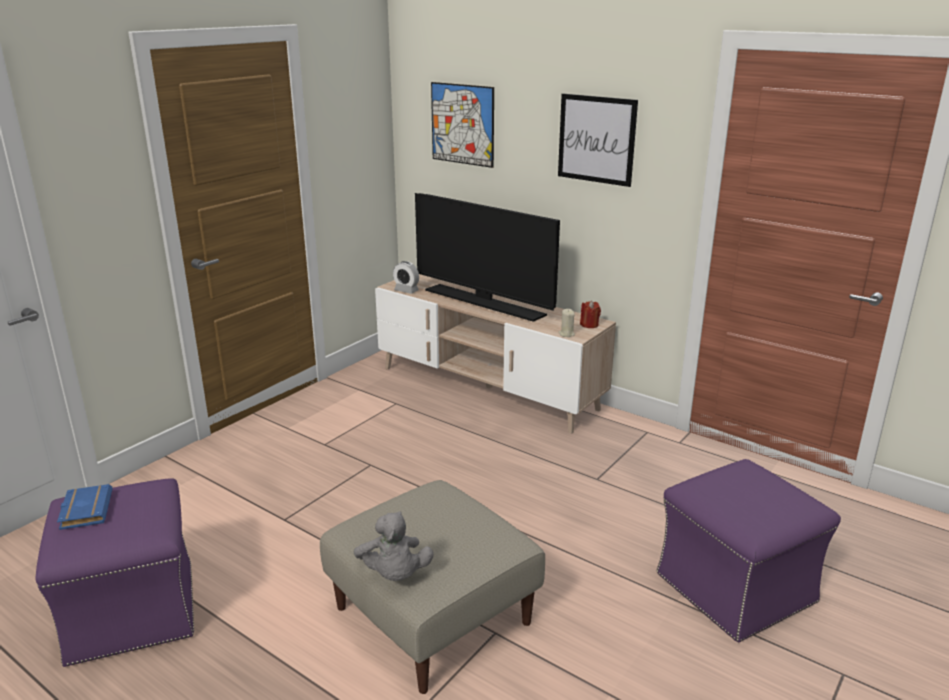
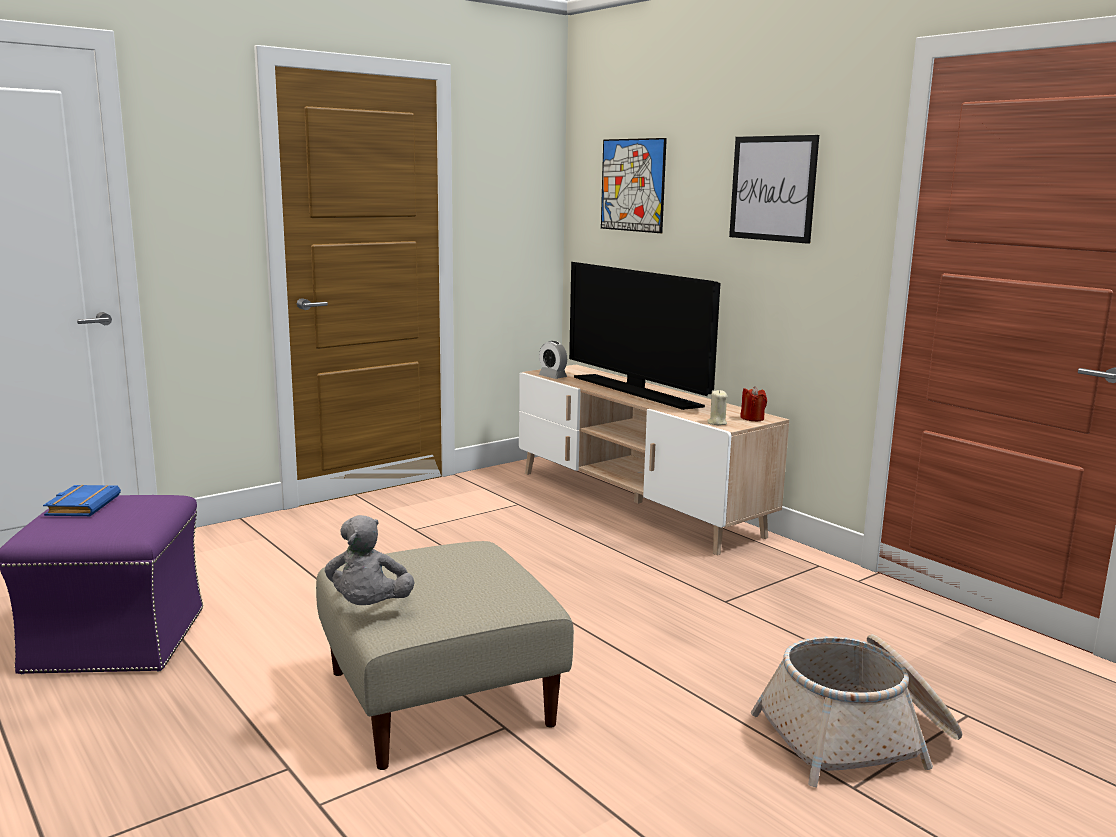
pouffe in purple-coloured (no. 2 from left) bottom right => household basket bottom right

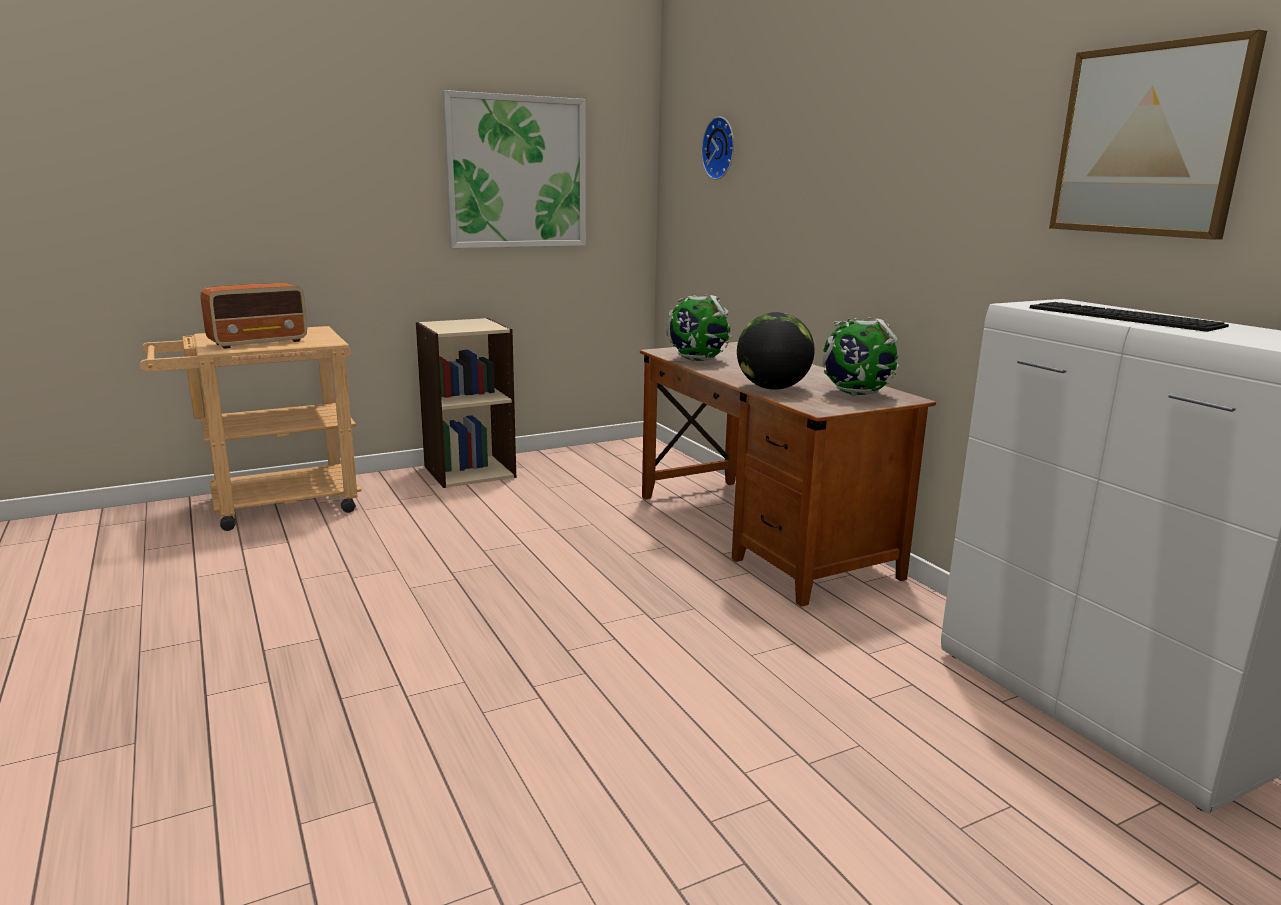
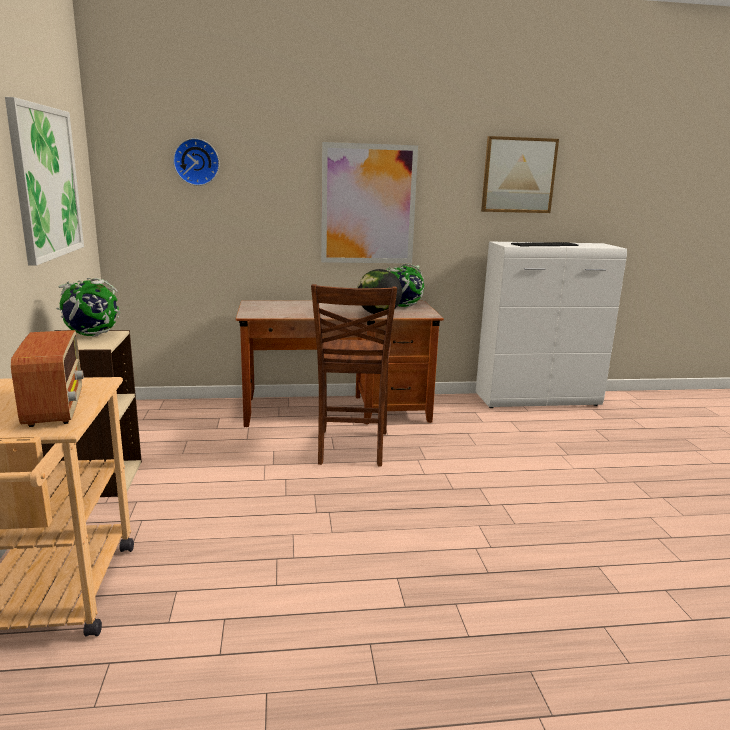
nothing => plain chair in brown centre
nothing => wall art (no. 2 from left) top centre
globe (no. 1 from left) centre => globe (no. 1 from left) middle left, relocated

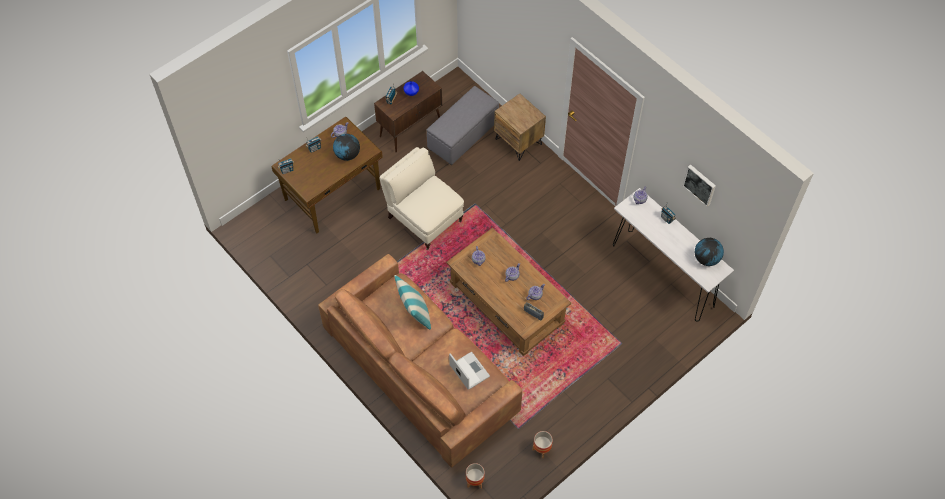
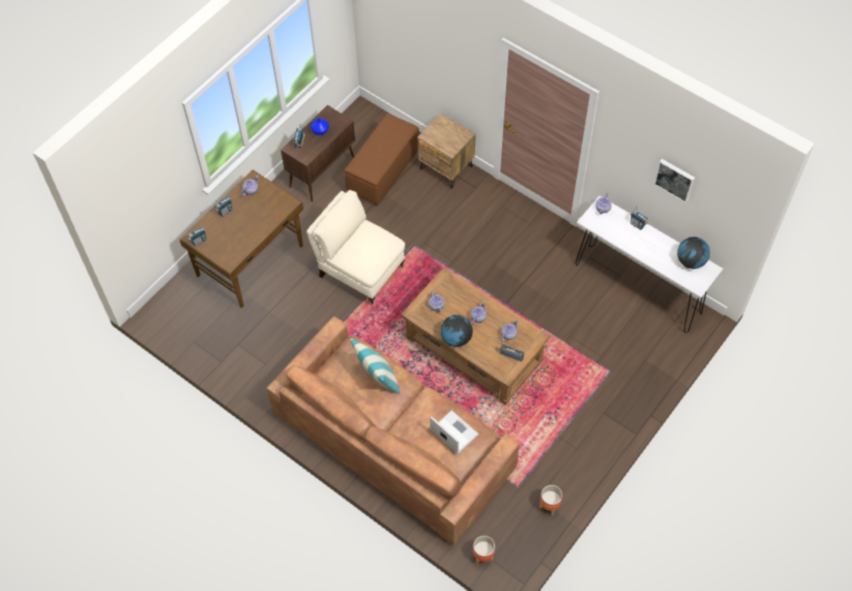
globe (no. 1 from left) top centre => globe (no. 1 from left) centre, relocated
pouffe in greyish top centre => pouffe in brown top centre

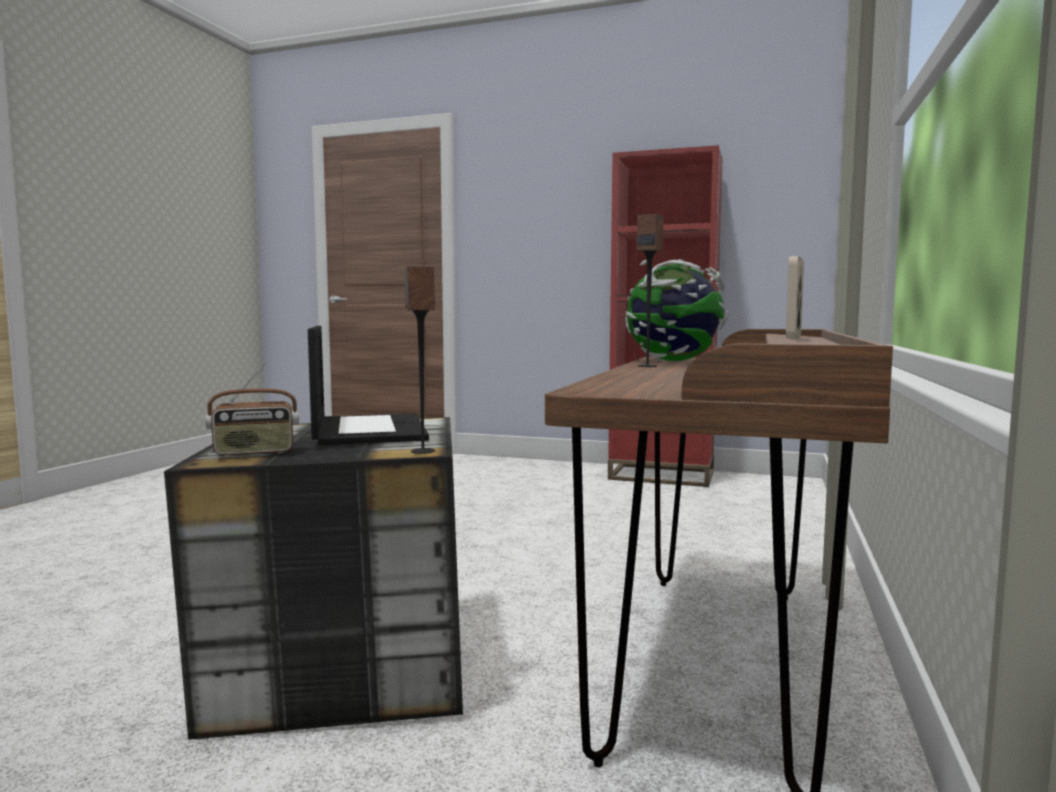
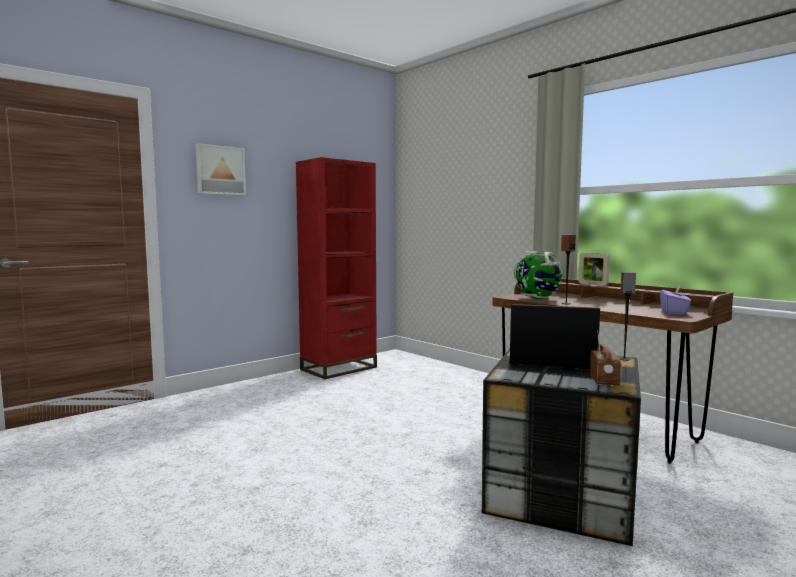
nothing => wall art top left
nothing => box of tissues in purple-coloured middle right

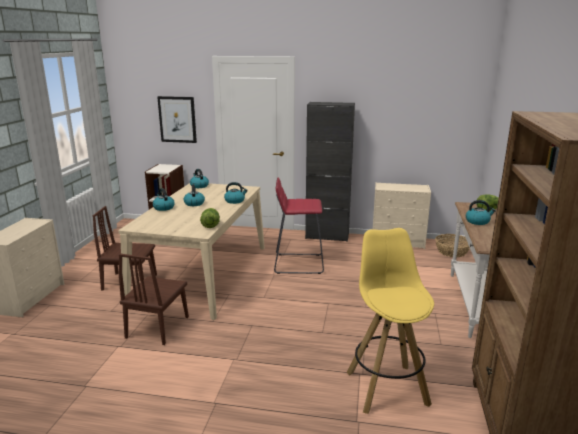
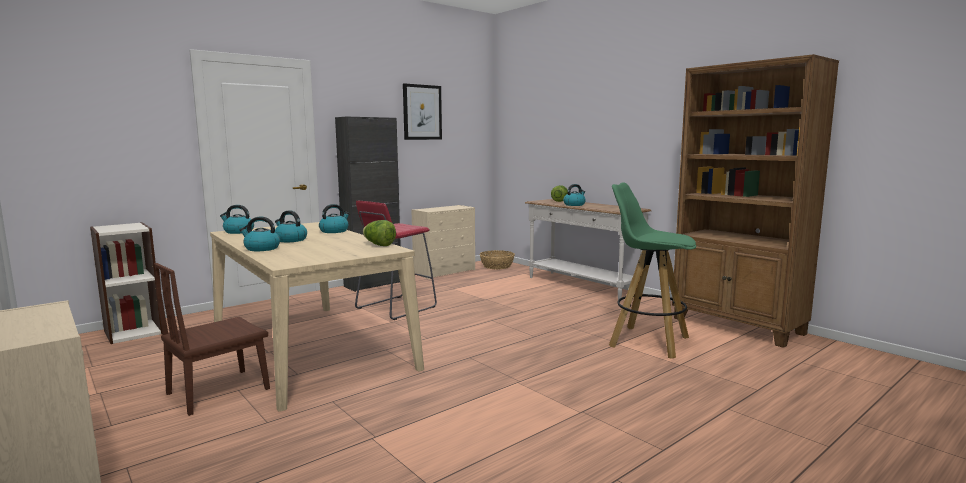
plain chair in brown (no. 2 from left) bottom left => nothing
wall art top left => wall art top centre, relocated
stool seat in yellowish bottom right => stool seat in greenish middle right

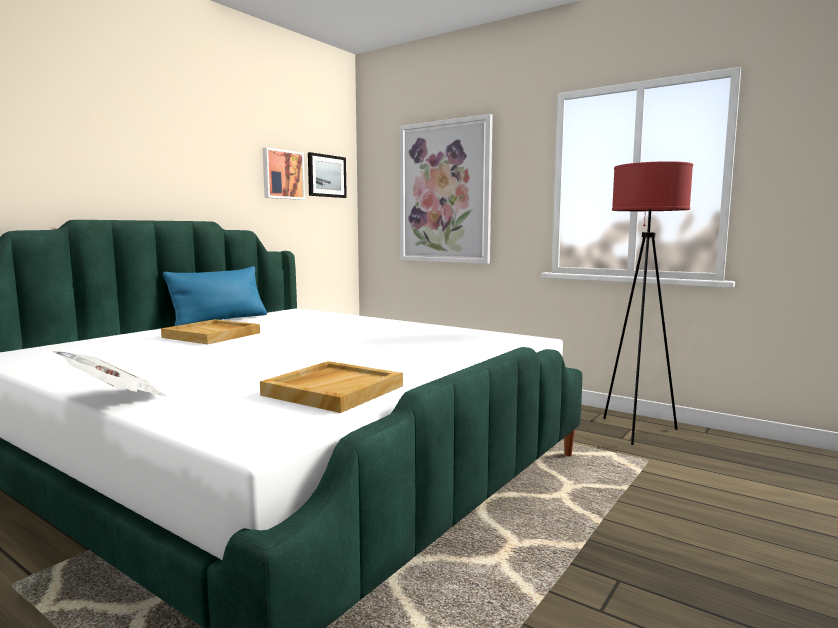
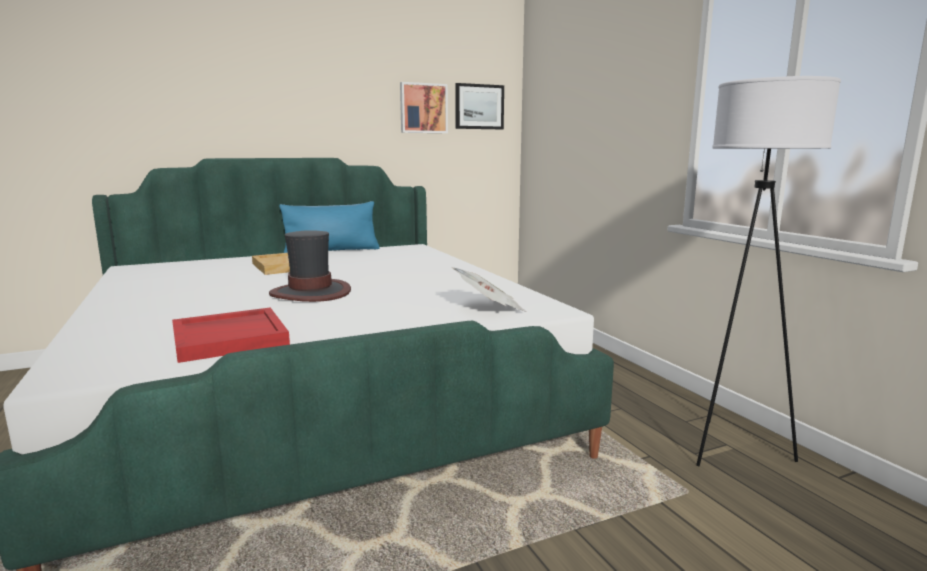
wall art (no. 3 from left) top centre => nothing
nothing => clothing hat centre
newspaper middle left => newspaper centre, relocated
carrying tray in sand-coloured (no. 2 from left) centre => carrying tray in red-coloured middle left
standing lamp in red-coloured middle right => standing lamp in white middle right

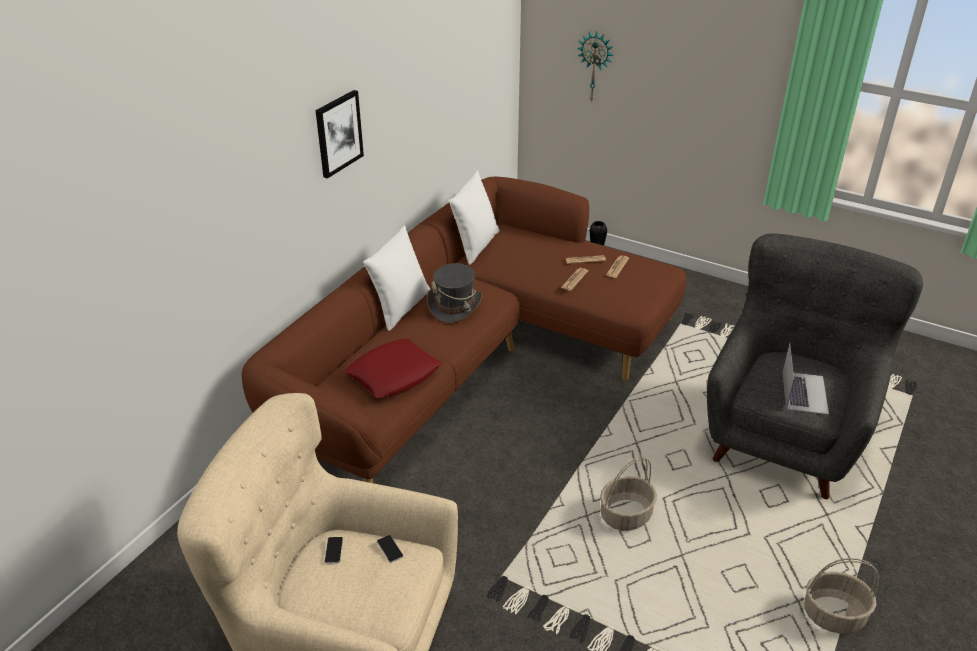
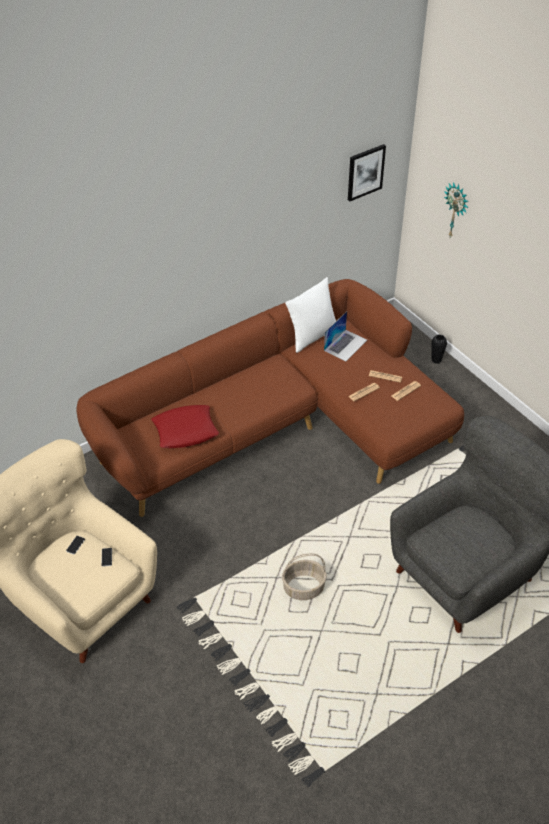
pillow in white (no. 1 from left) centre => nothing
clothing hat in greyish centre => nothing
household basket (no. 2 from left) bottom right => nothing
wall art top centre => wall art top right, relocated
notebook computer middle right => notebook computer centre, relocated

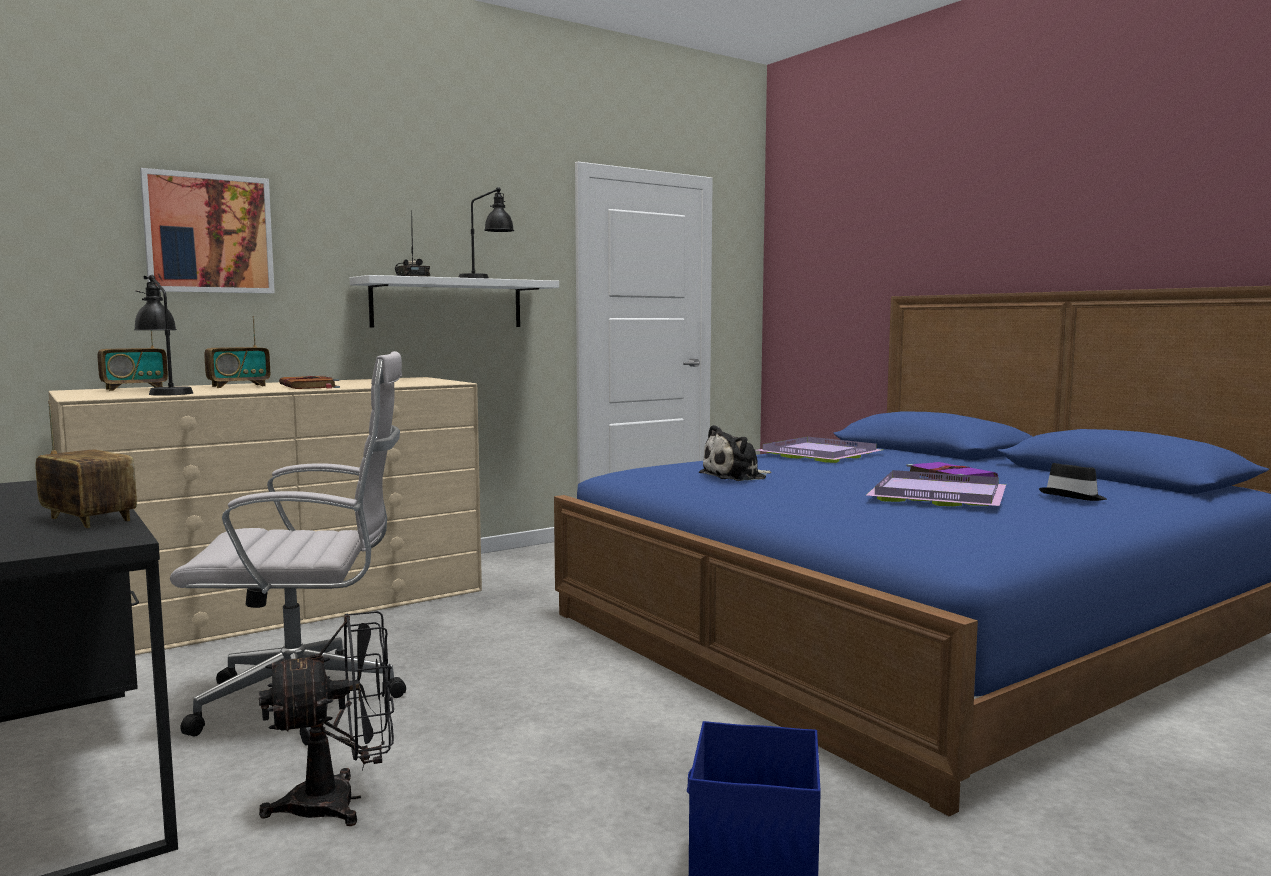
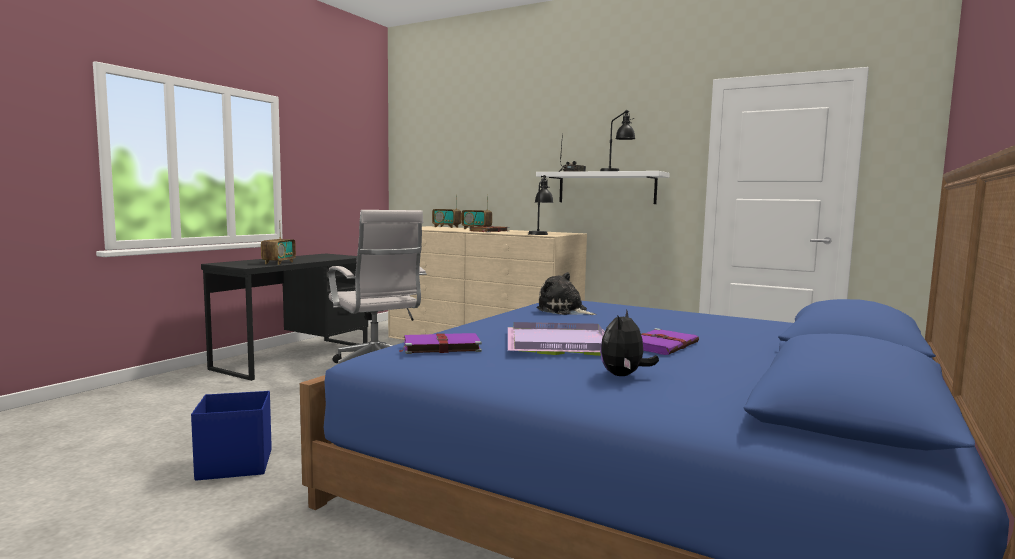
wall art top left => nothing
cooling fan in blackish bottom left => nothing
carrying tray in purple-coloured (no. 1 from left) centre => nothing
nothing => bound book in purple-coloured (no. 1 from left) centre
tabletop lamp in blackish (no. 1 from left) middle left => tabletop lamp in blackish (no. 1 from left) centre, relocated
clothing hat in blackish middle right => cuddly toy (no. 2 from left) centre

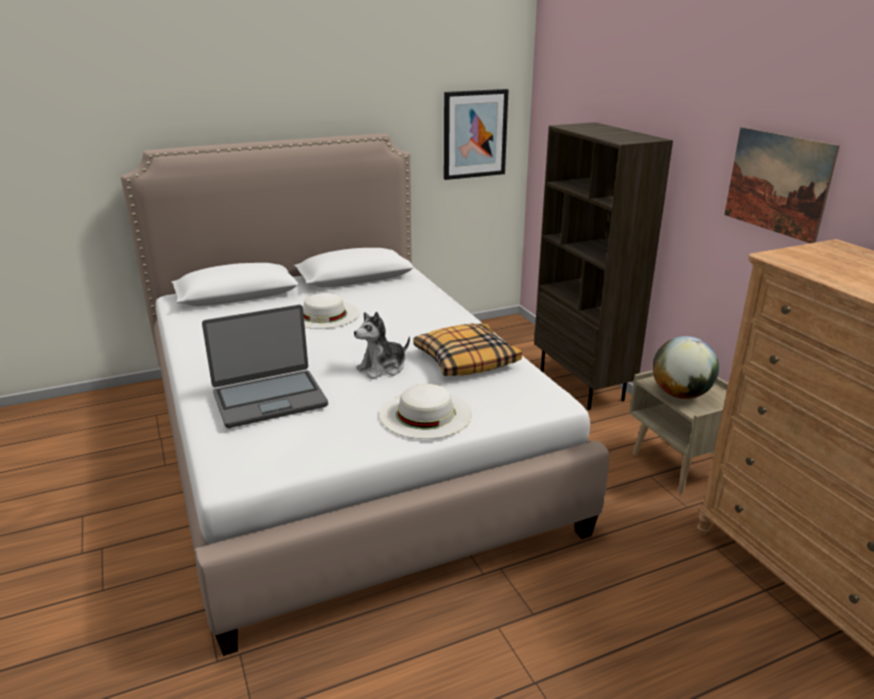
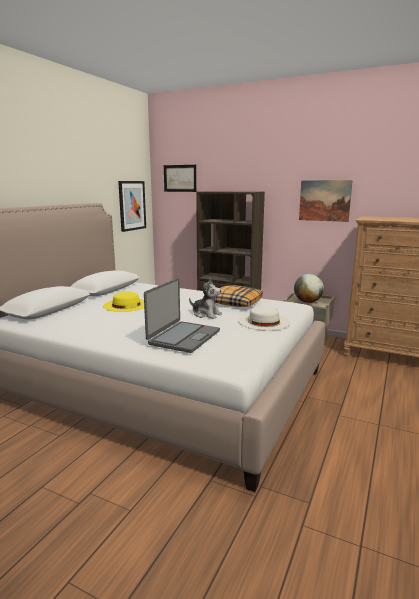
nothing => wall art (no. 2 from left) top centre
clothing hat in white (no. 1 from left) centre => clothing hat in yellowish middle left
cuddly toy centre, 75 degrees counterclockwise

